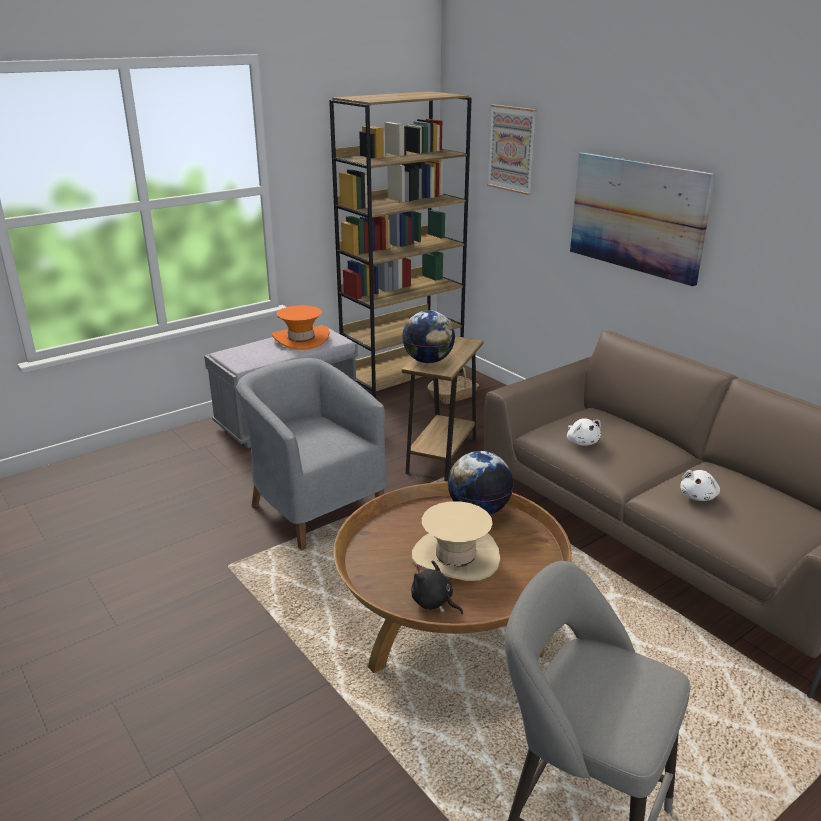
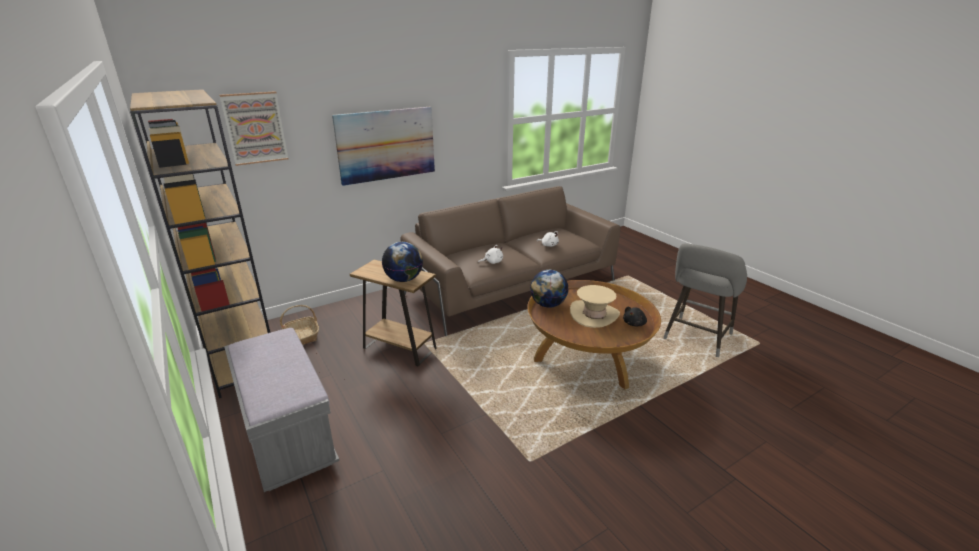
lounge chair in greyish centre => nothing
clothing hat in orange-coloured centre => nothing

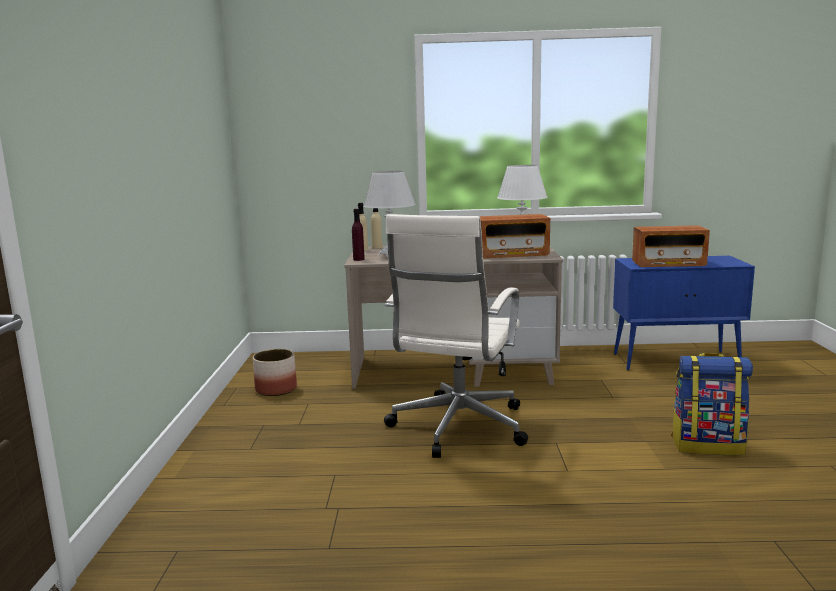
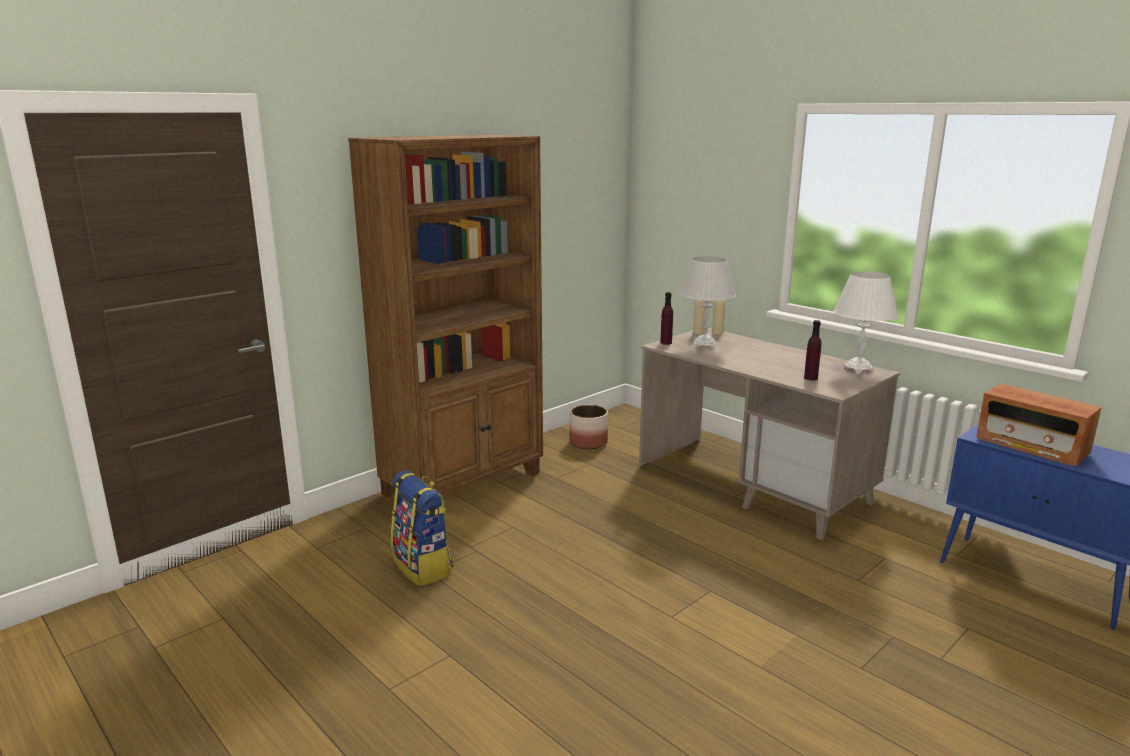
computer chair in white centre => nothing
nothing => shelving unit in brown centre
backpack bottom right => backpack bottom centre, relocated
radio (no. 1 from left) centre => bottle in purple-coloured (no. 2 from left) middle right

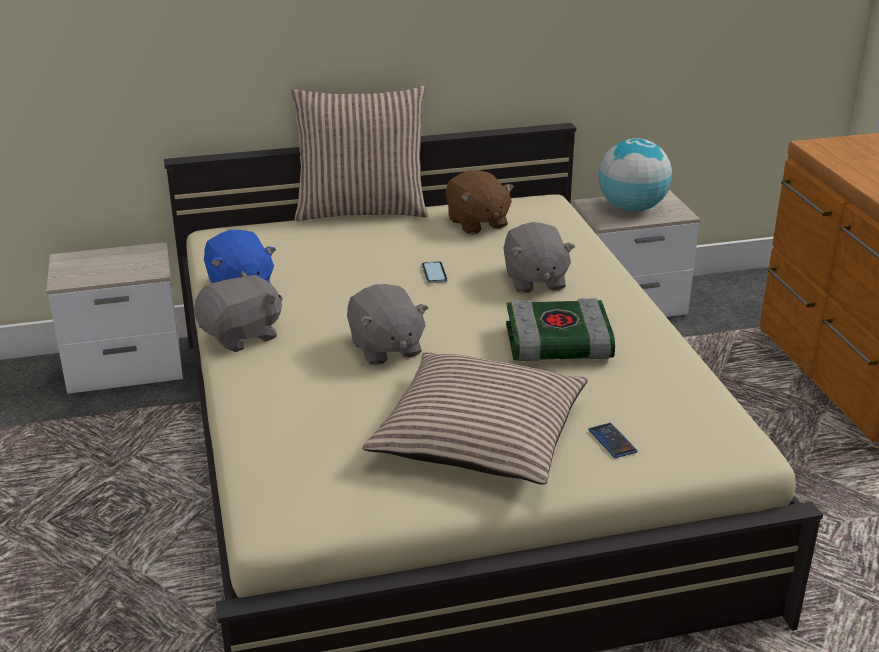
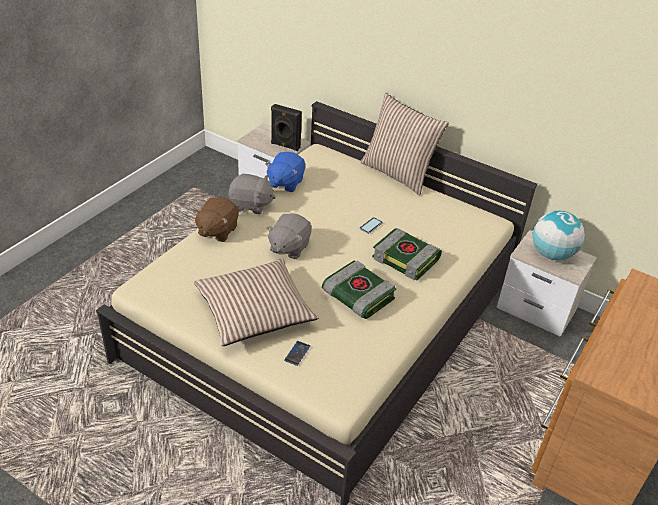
nothing => audio speaker in blackish top centre
cuddly toy in brown top centre => cuddly toy in brown middle left, relocated
cuddly toy in greyish (no. 3 from left) centre => bound book (no. 2 from left) centre

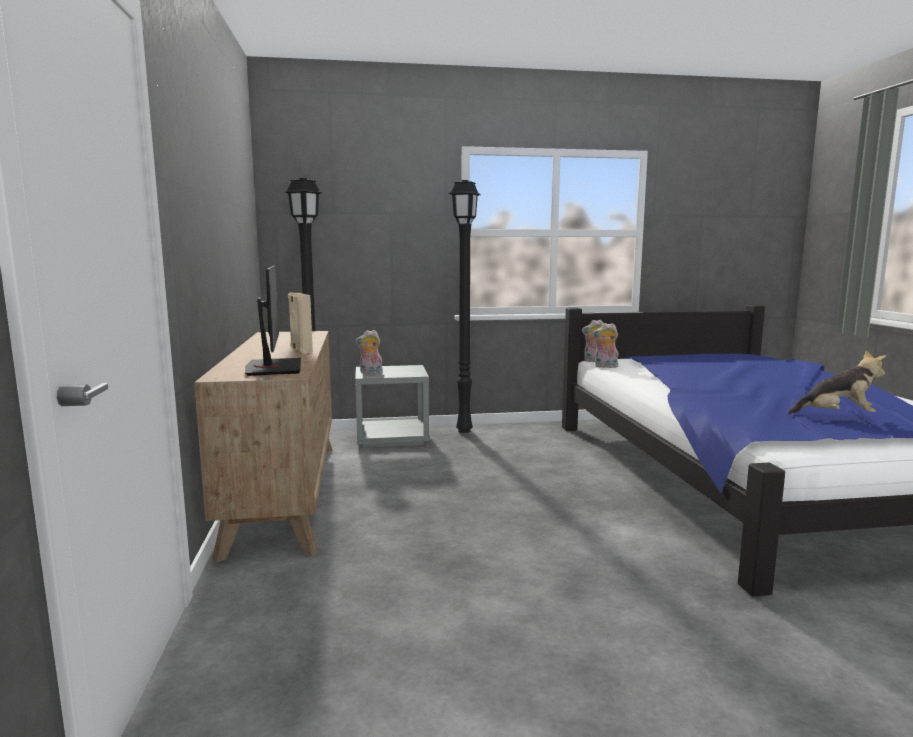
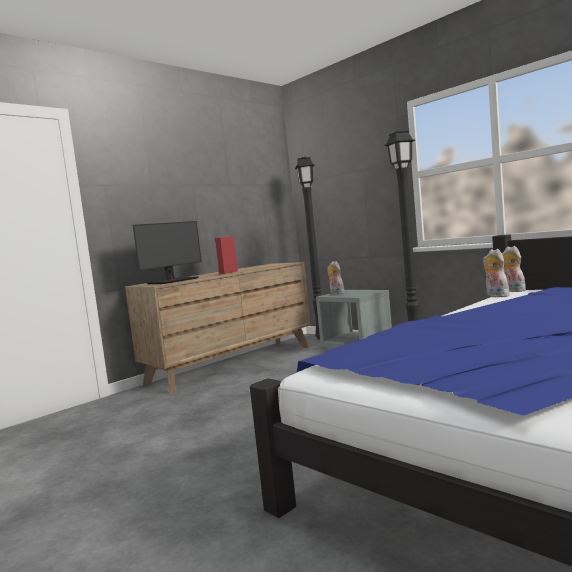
cuddly toy (no. 4 from left) middle right => nothing
audio speaker in sand-coloured middle left => audio speaker in red-coloured centre

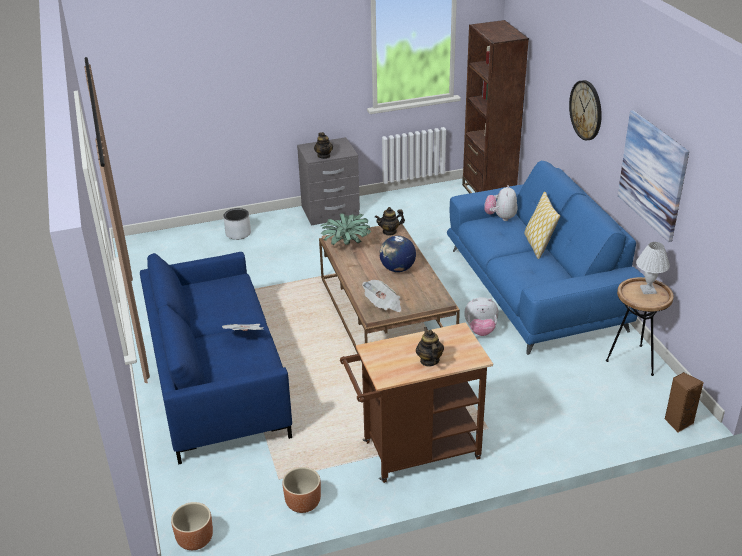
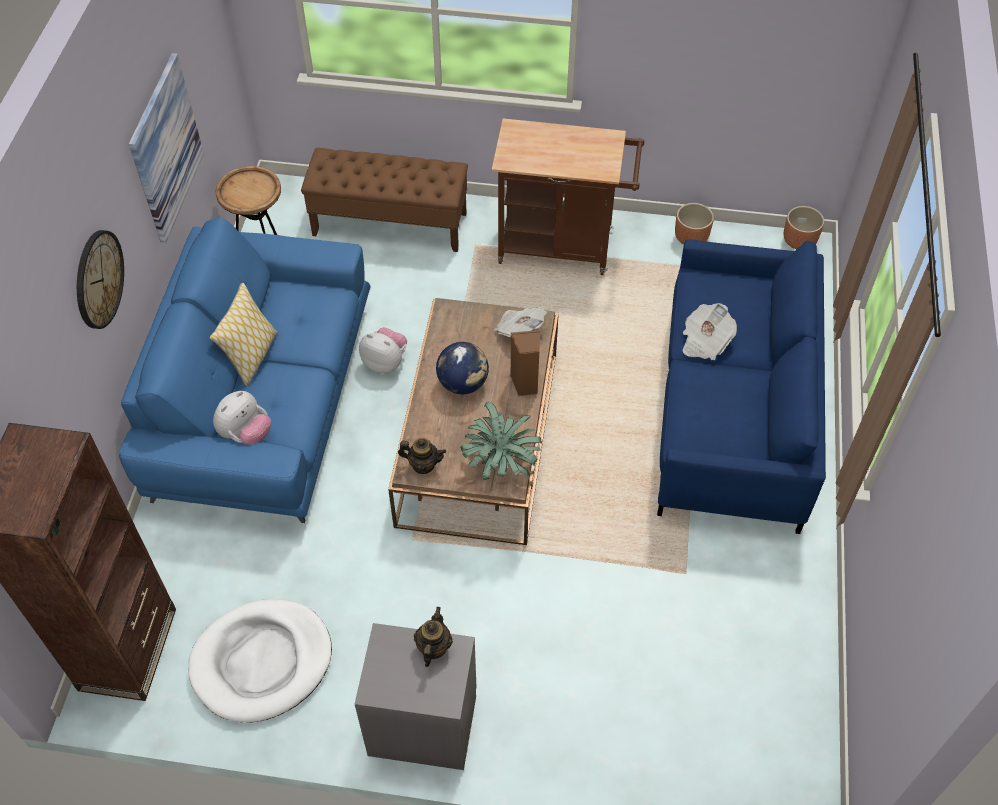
flower pot in greyish middle left => nothing
tea pot (no. 3 from left) centre => nothing
tabletop lamp in white middle right => nothing
nothing => dog bed in white bottom left
nothing => long seat in brown top centre
audio speaker in brown bottom right => audio speaker in brown centre, relocated

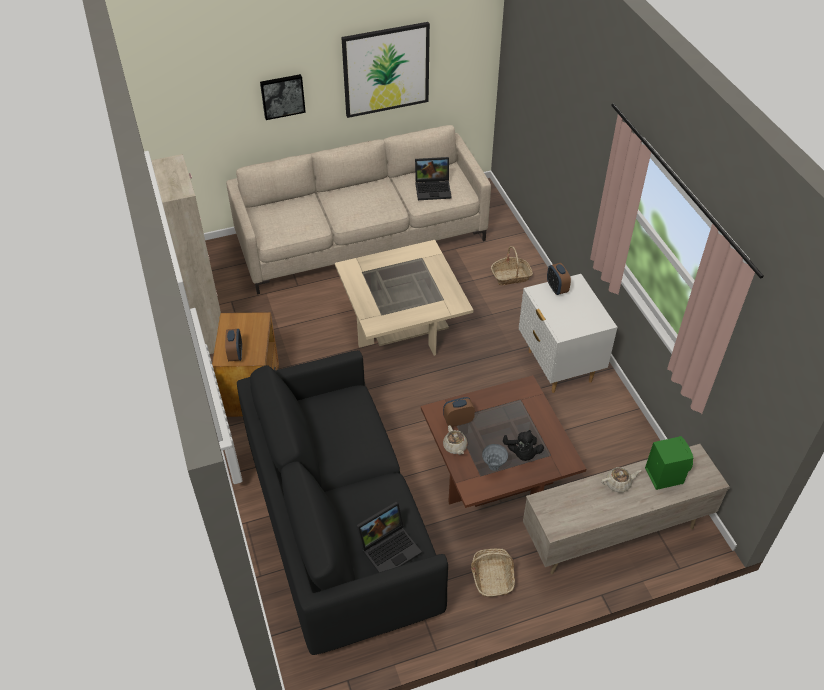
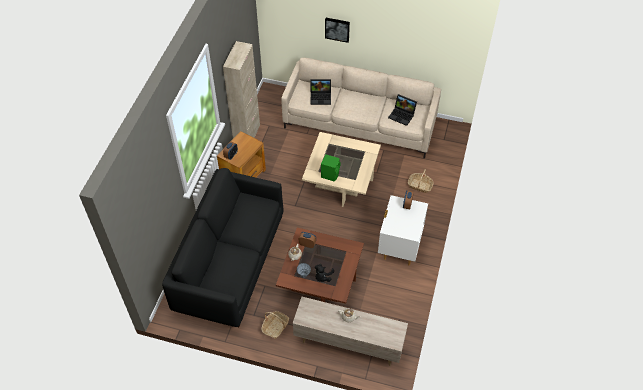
wall art (no. 2 from left) top centre => nothing
notebook computer (no. 1 from left) bottom centre => notebook computer (no. 1 from left) top centre, relocated
audio speaker in greenish bottom right => audio speaker in greenish centre, relocated

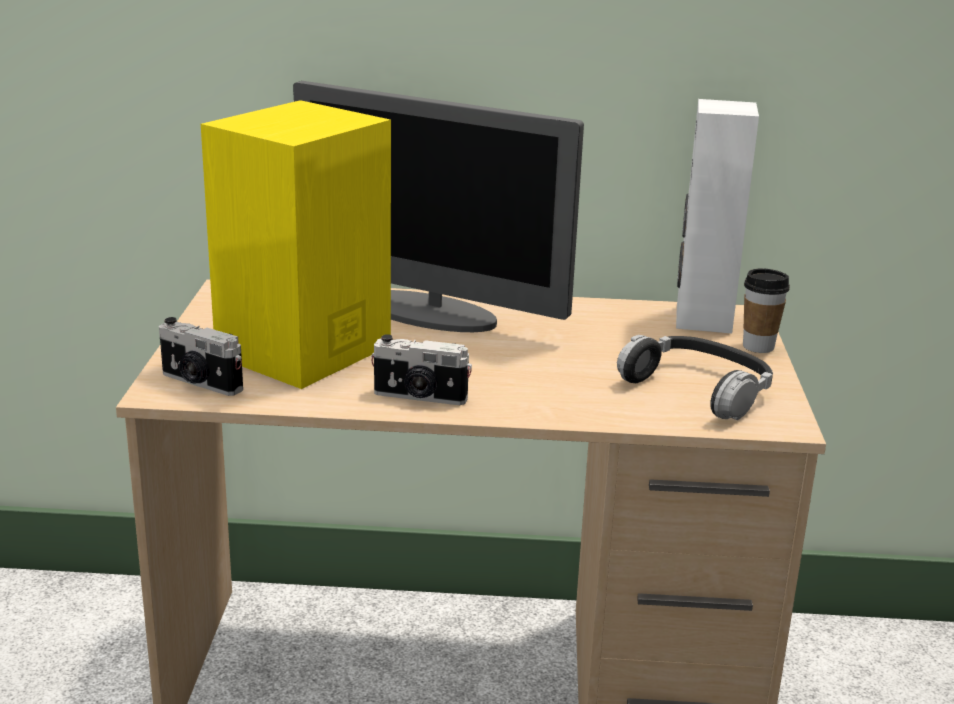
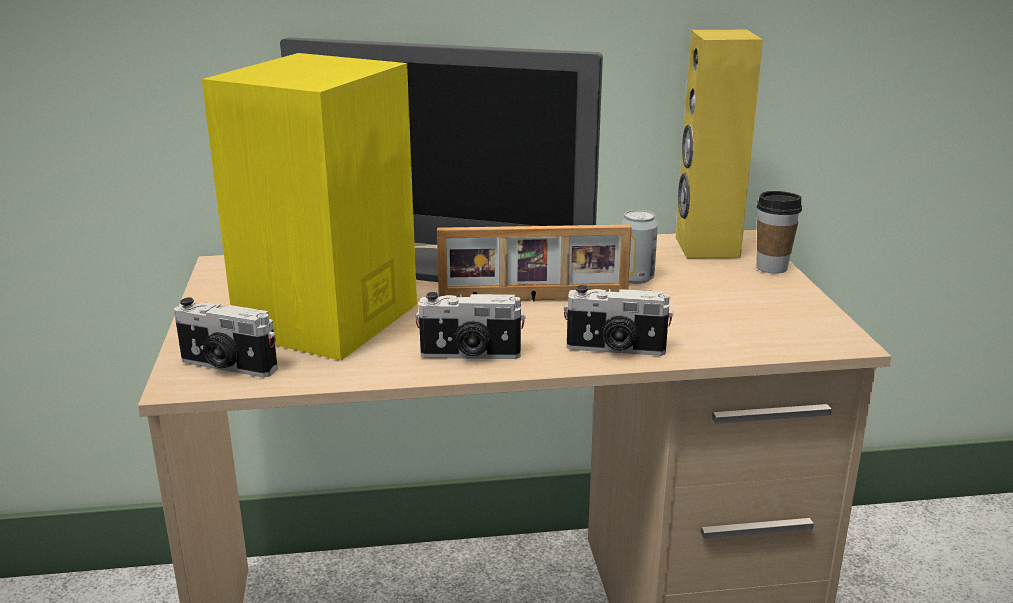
headset middle right => nothing
nothing => photo frame centre
nothing => photo camera (no. 3 from left) centre
nothing => metal can centre
audio speaker in white top right => audio speaker in yellowish (no. 2 from left) top right

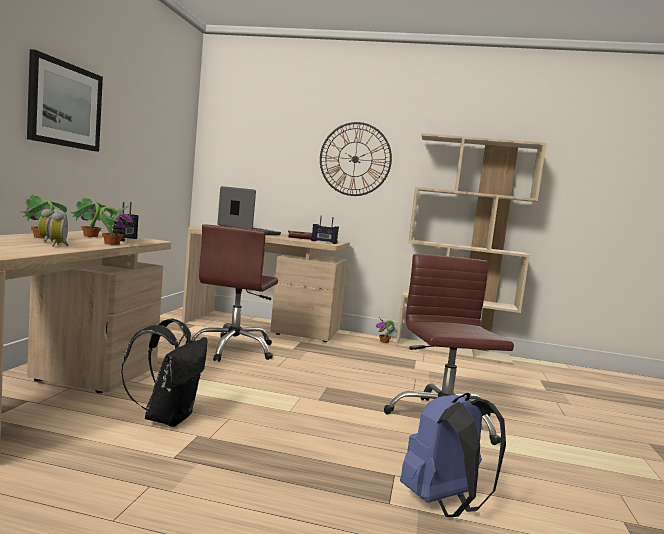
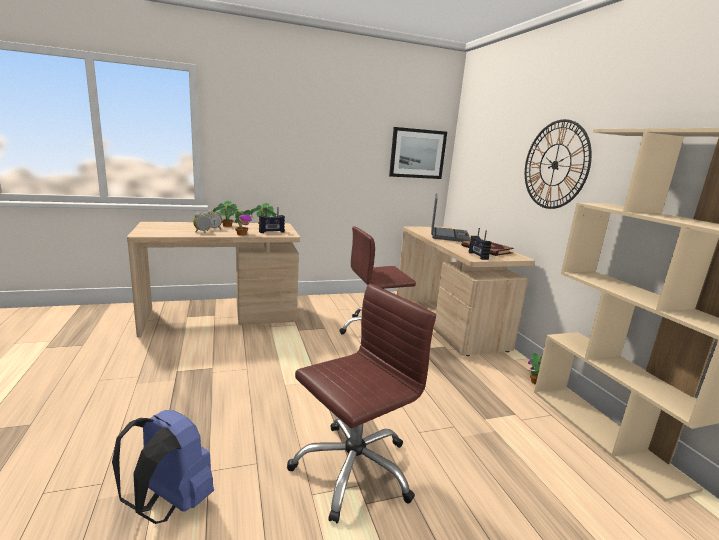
backpack in blackish bottom left => nothing
wall art top left => wall art top centre, relocated

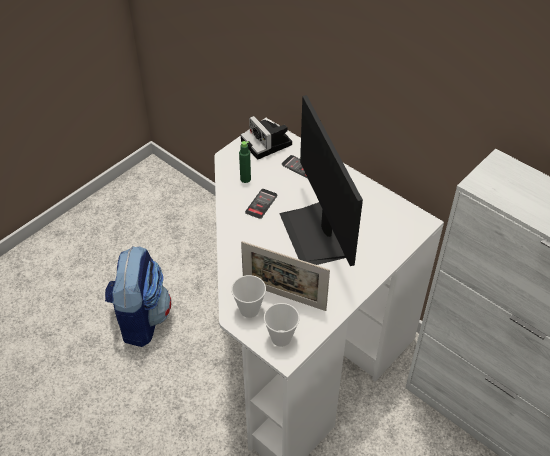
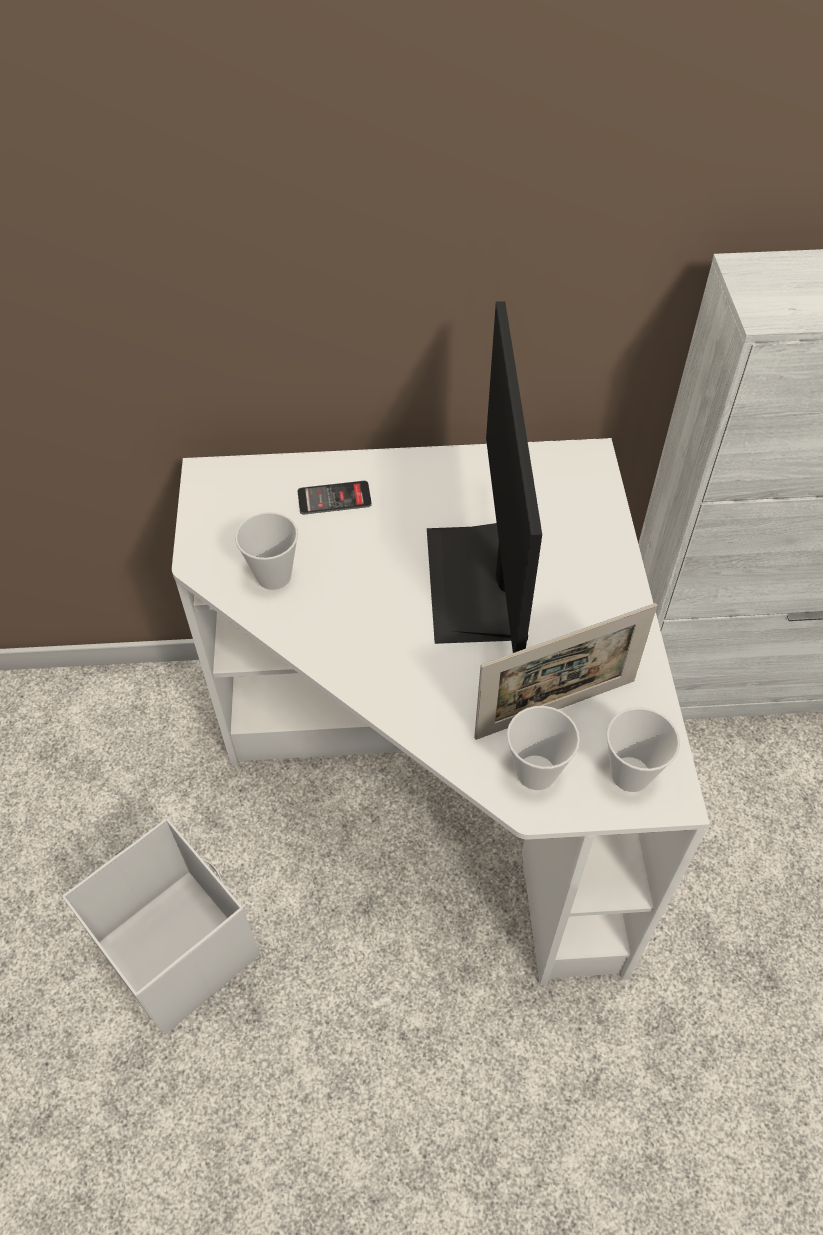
photo camera top centre => nothing
handset (no. 1 from left) centre => nothing
backpack middle left => storage bin in white bottom left
bottle in greenish centre => drinking cup (no. 1 from left) middle left
computer screen centre, 60 degrees clockwise

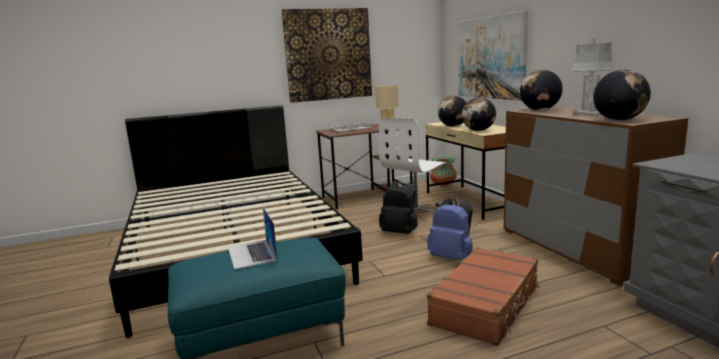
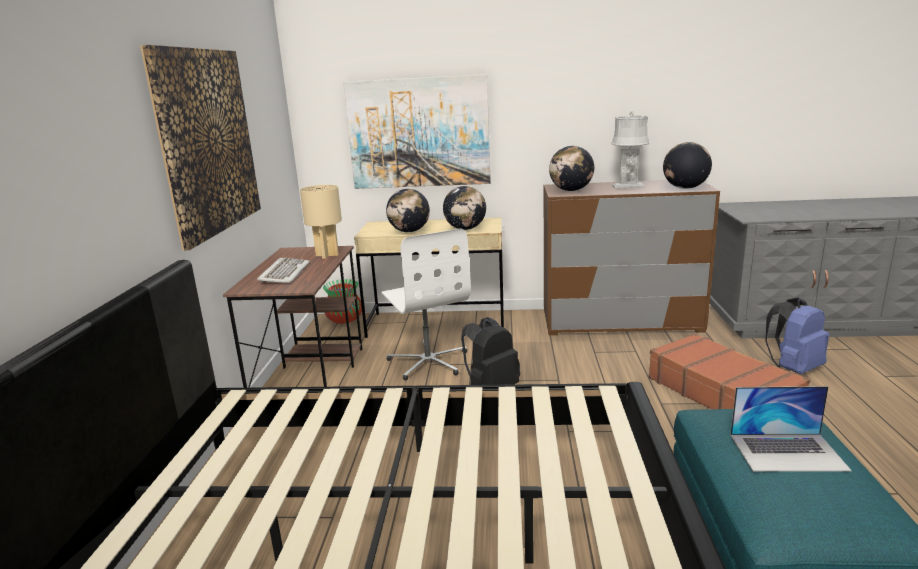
backpack in bluish centre => backpack in bluish middle right, relocated

